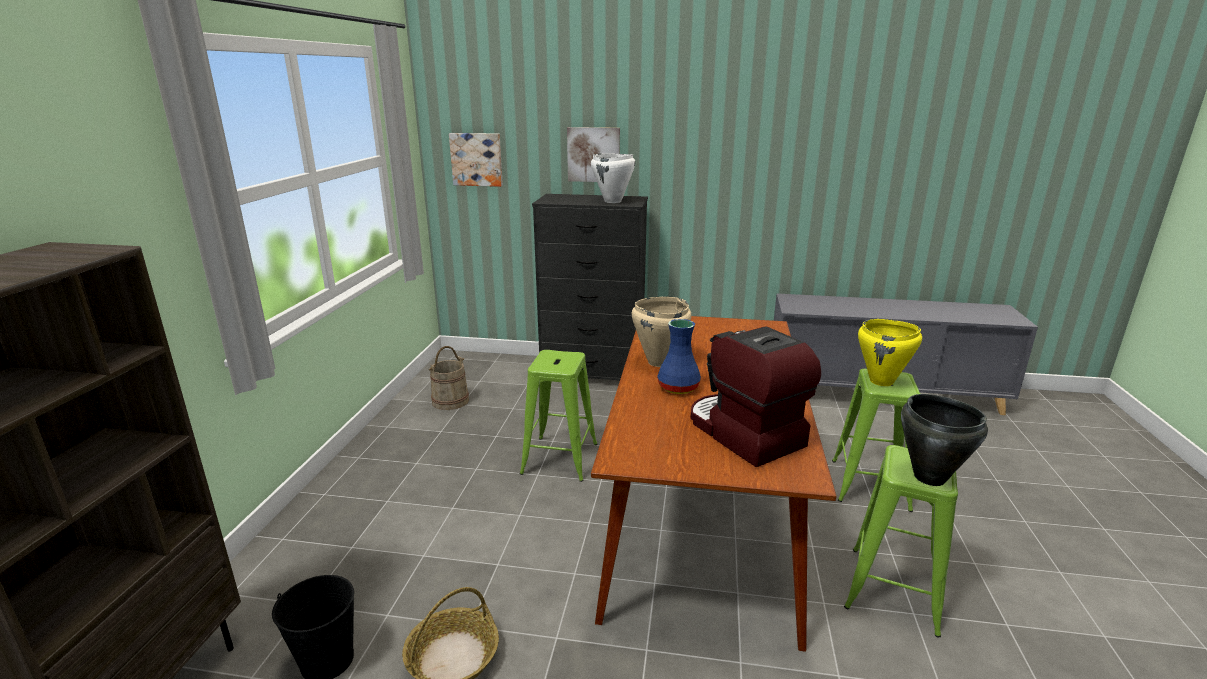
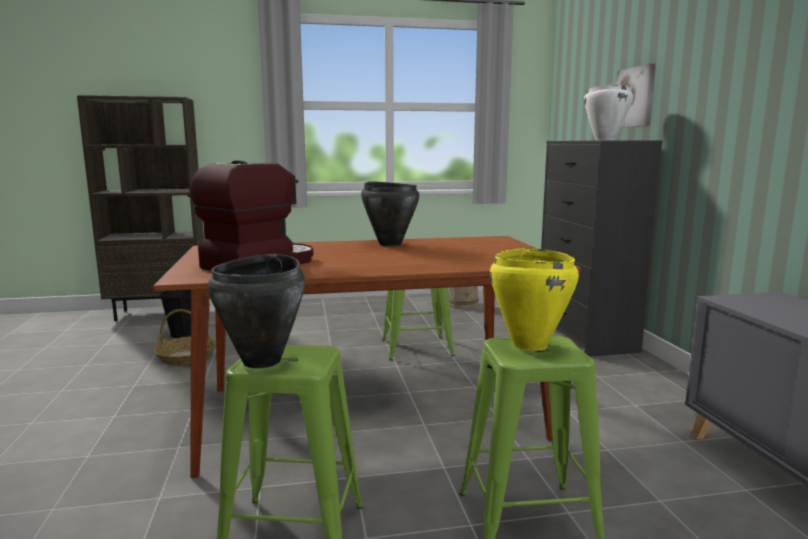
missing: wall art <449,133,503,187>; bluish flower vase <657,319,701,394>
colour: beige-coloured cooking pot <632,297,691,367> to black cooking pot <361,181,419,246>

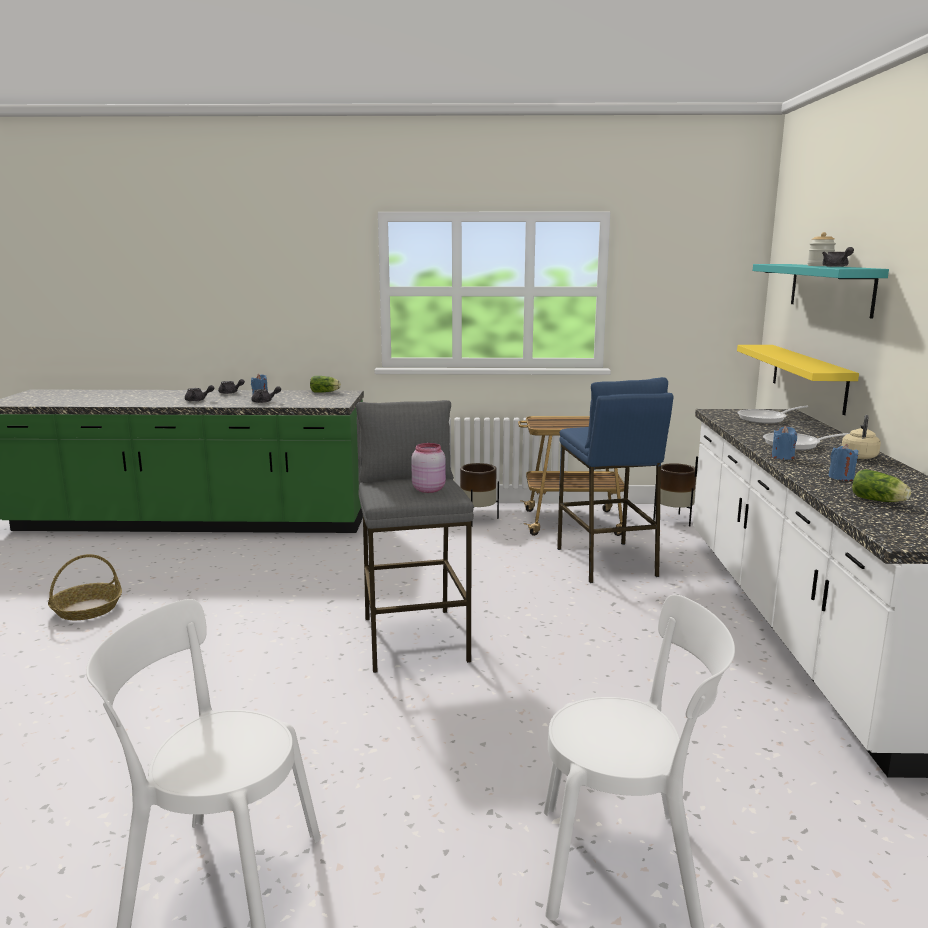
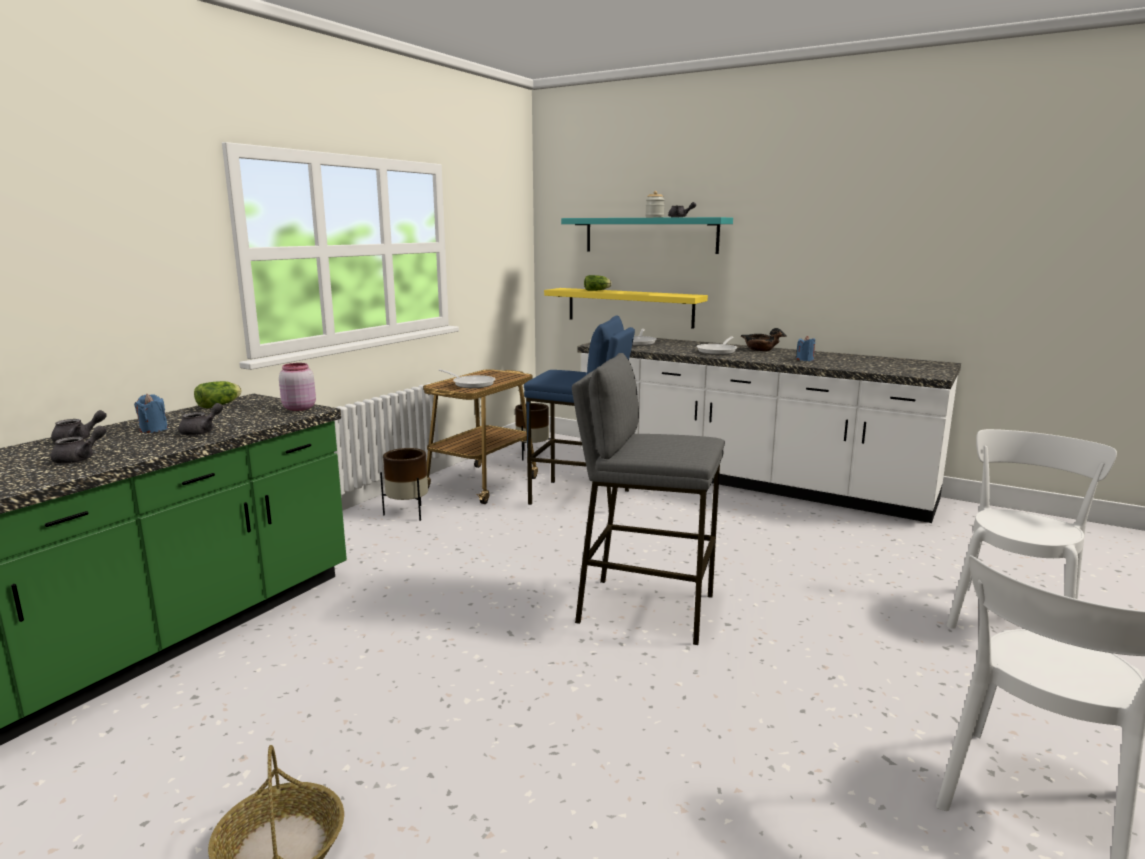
missing: bluish candle <772,426,797,460>
appeared: frying pan <438,369,495,388>
relocated: pinkish preserve jar <411,443,446,493> to <279,363,316,411>; lettuce <852,469,911,502> to <584,275,612,291>
exchanged: beige-coloured water kettle <842,415,881,459> to black serving bowl <741,328,787,351>

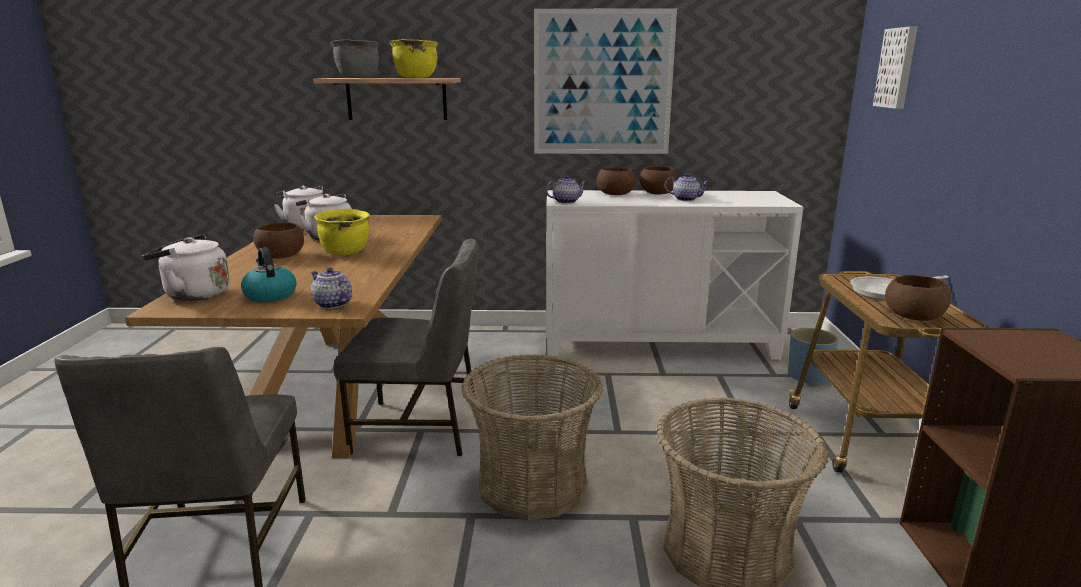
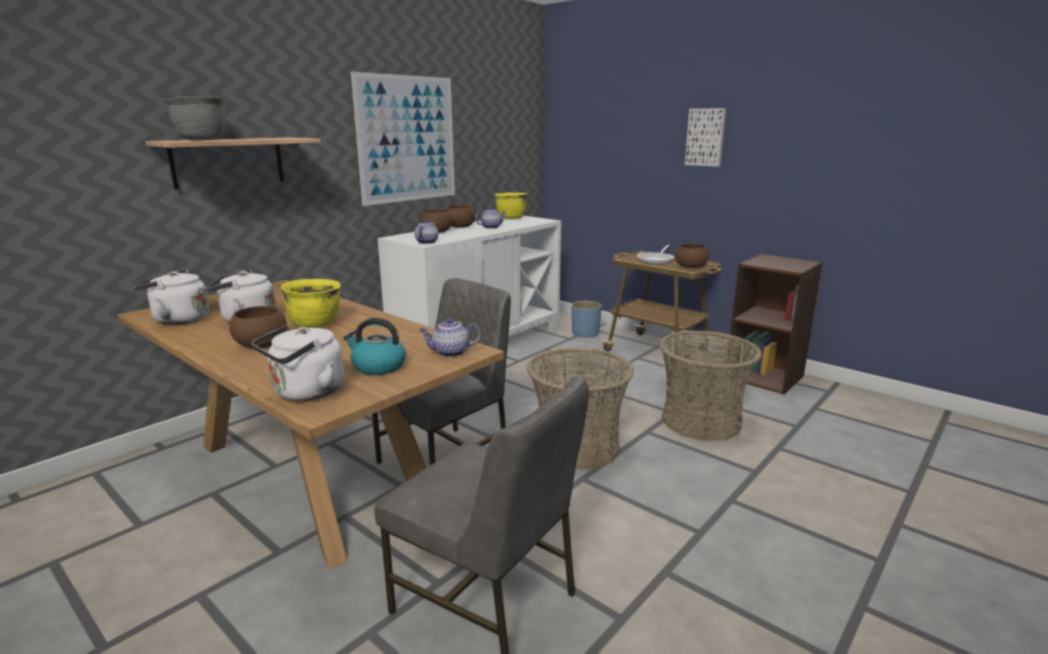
relocated: yellow cooking pot <390,39,438,78> to <495,193,527,219>; wall art <873,26,918,109> to <685,108,726,167>

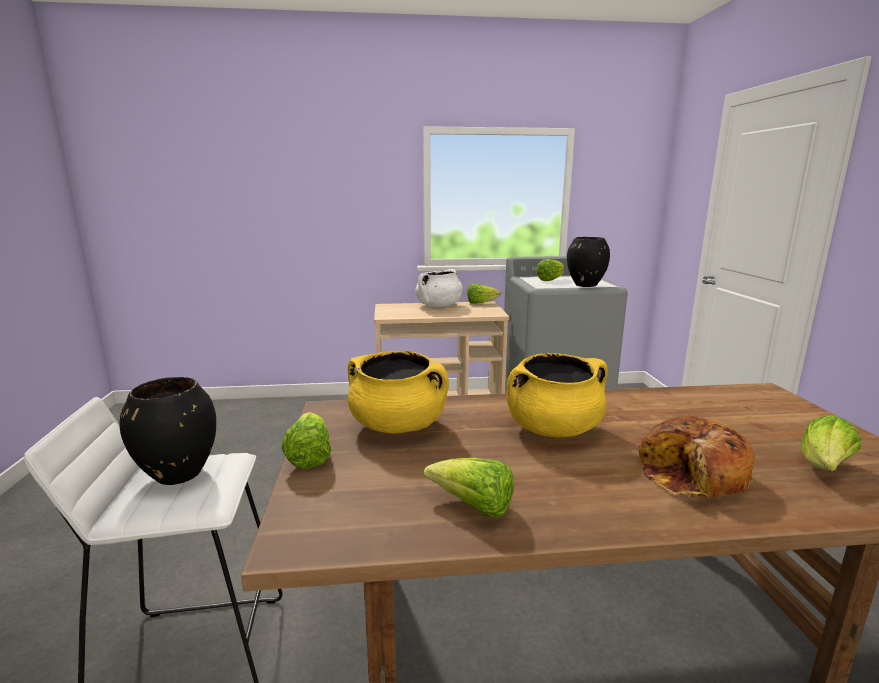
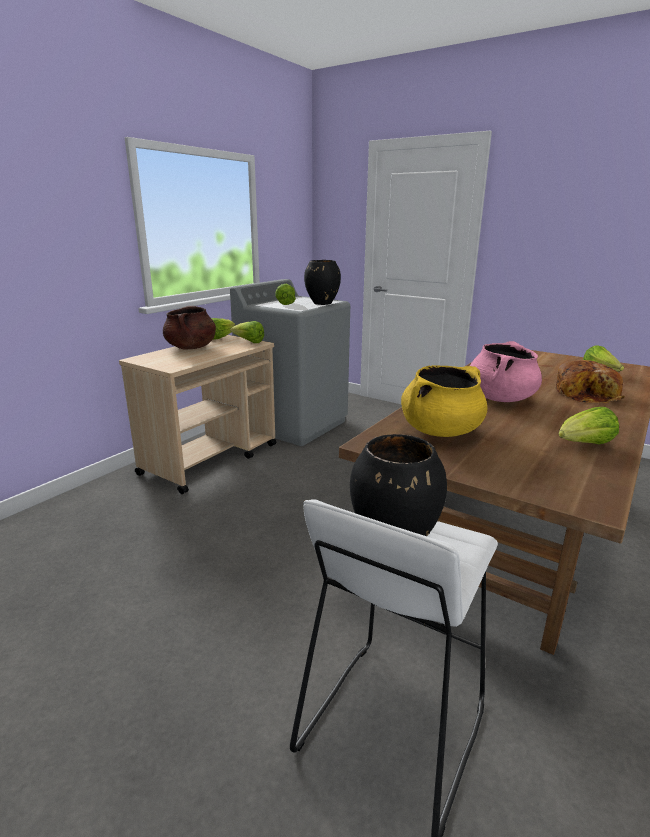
relocated: lettuce <282,412,331,469> to <230,321,264,343>
colour: white cooking pot <415,269,463,307> to brown cooking pot <163,306,216,349>; yellow cooking pot <506,353,608,437> to pinkish cooking pot <470,341,542,402>

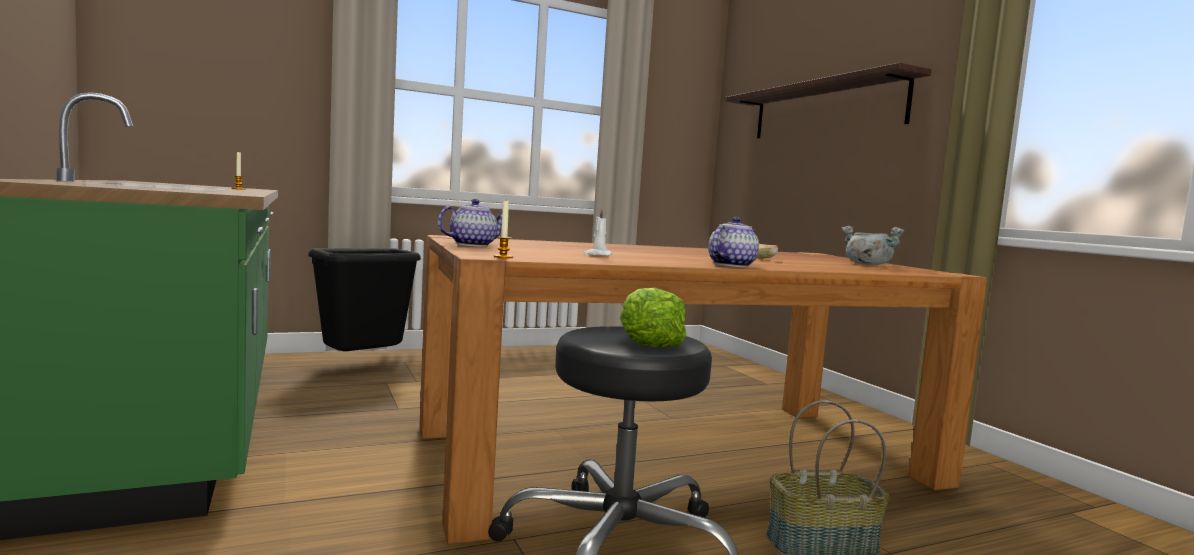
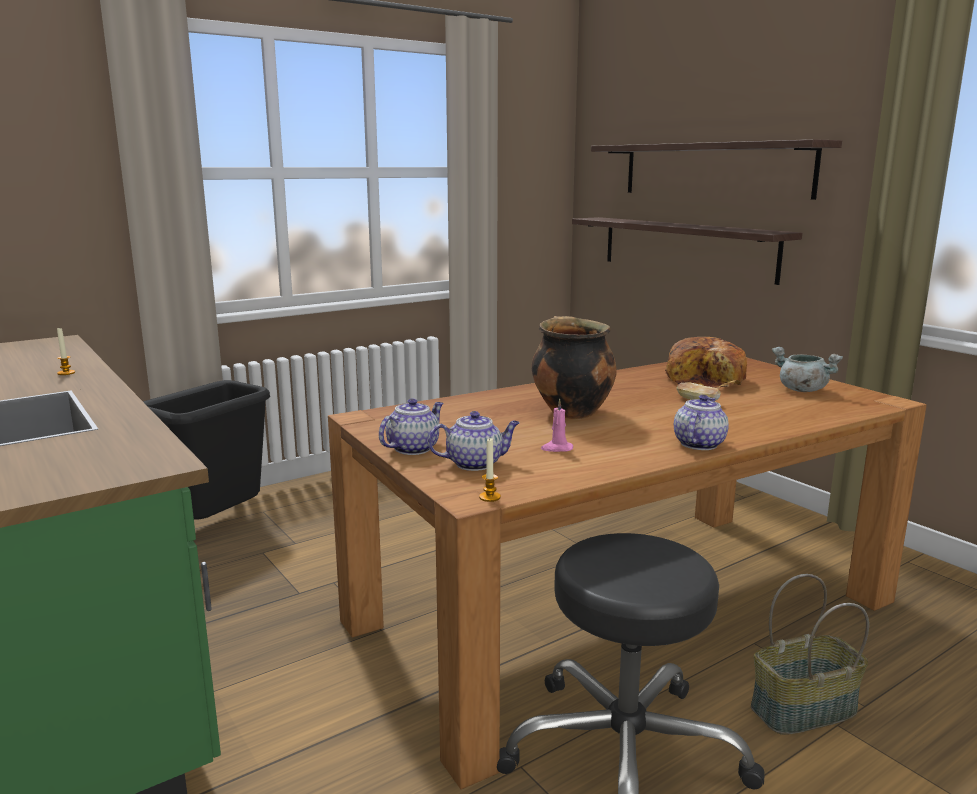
missing: lettuce <620,288,687,347>
appeared: tea pot <428,411,520,471>; cooking pot <532,316,617,419>; shelf <572,217,802,285>; bread <665,337,747,389>
colour: white candle <583,208,612,256> to pinkish candle <541,399,573,452>

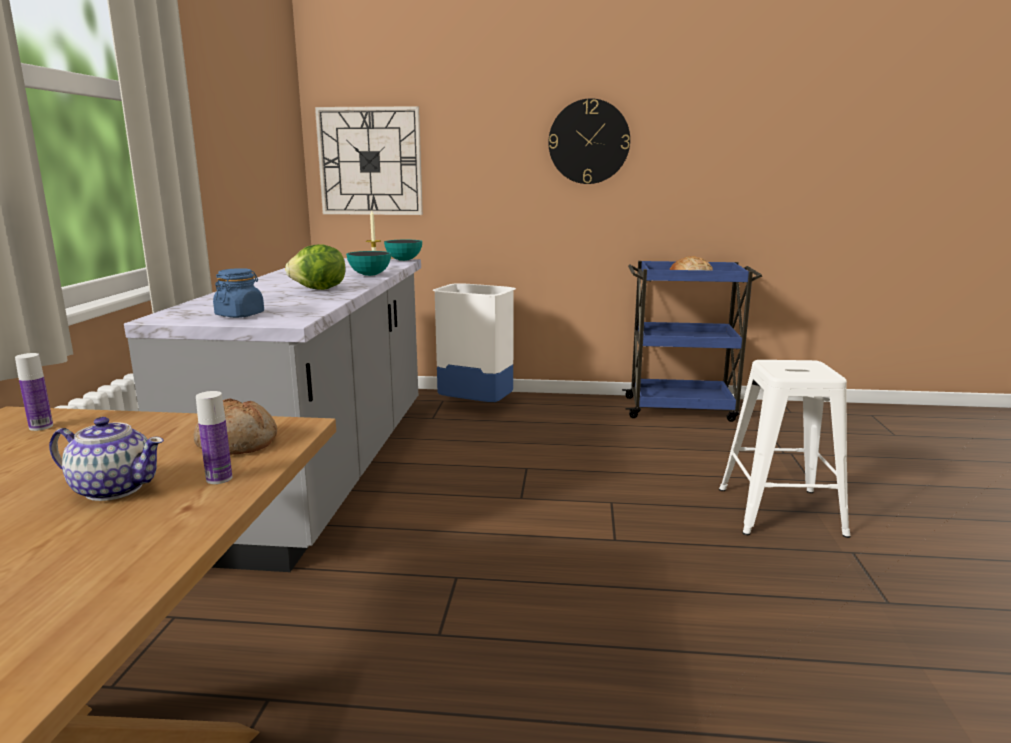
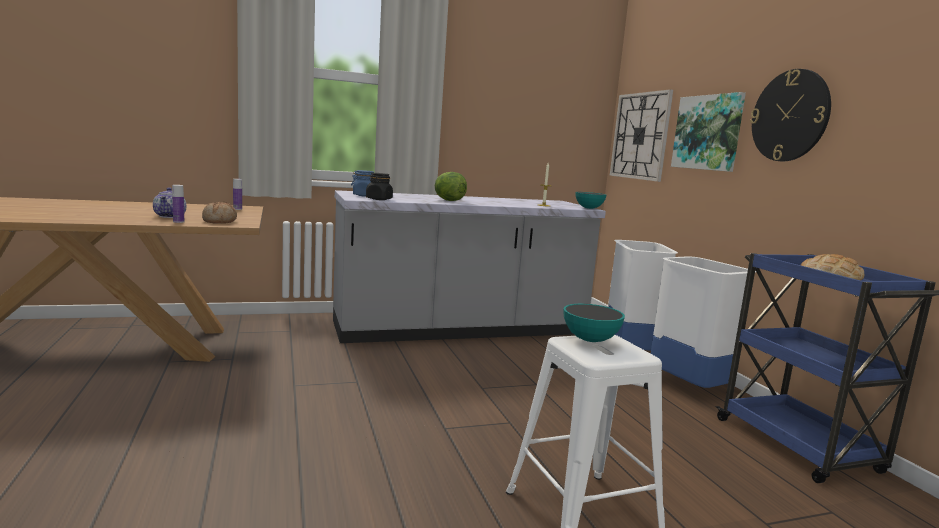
appeared: black preserve jar <366,173,393,200>; white waste bin <651,256,756,388>; wall art <671,92,746,172>
relocated: serving bowl <346,251,391,276> to <564,304,625,342>

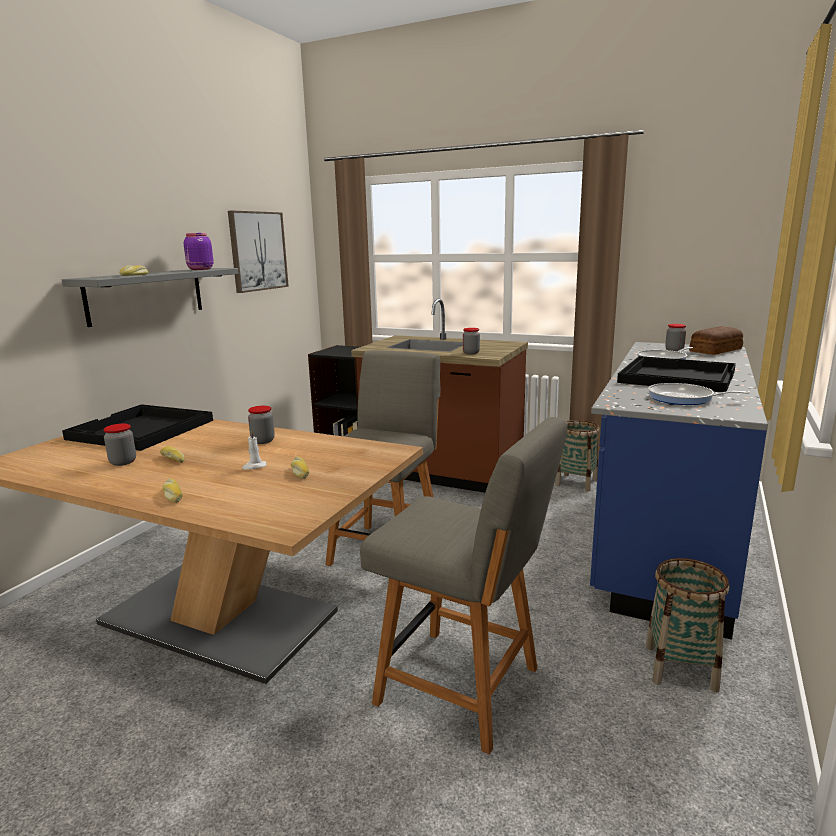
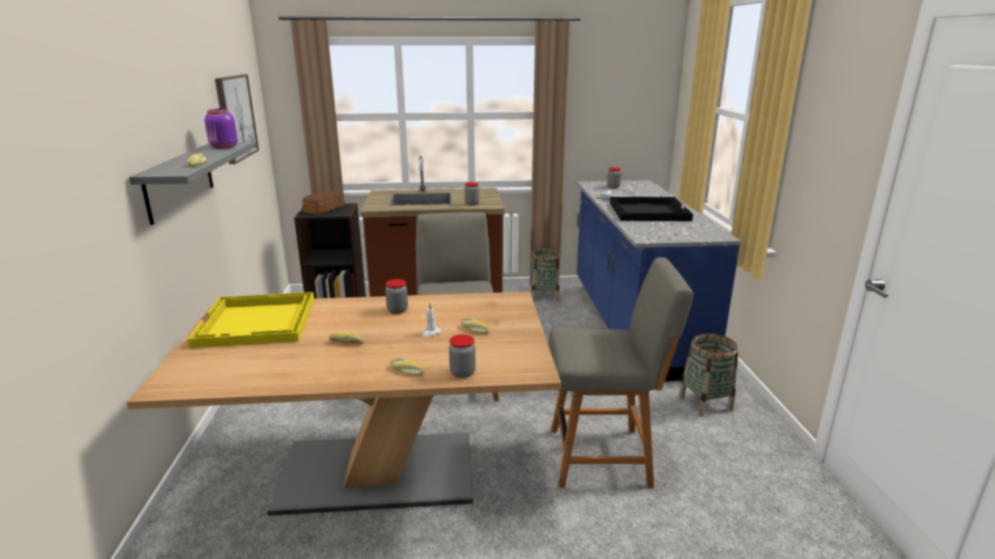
missing: frying pan <648,383,750,405>
relocated: preserve jar <103,424,136,466> to <449,334,476,378>; bread <689,326,743,355> to <302,190,344,215>
colour: black serving tray <62,404,213,451> to yellow serving tray <188,292,314,348>

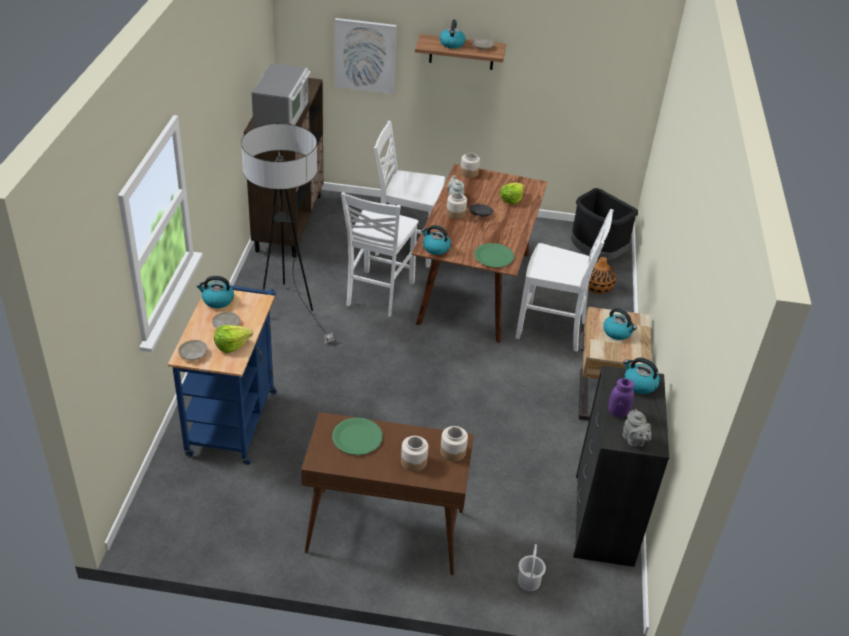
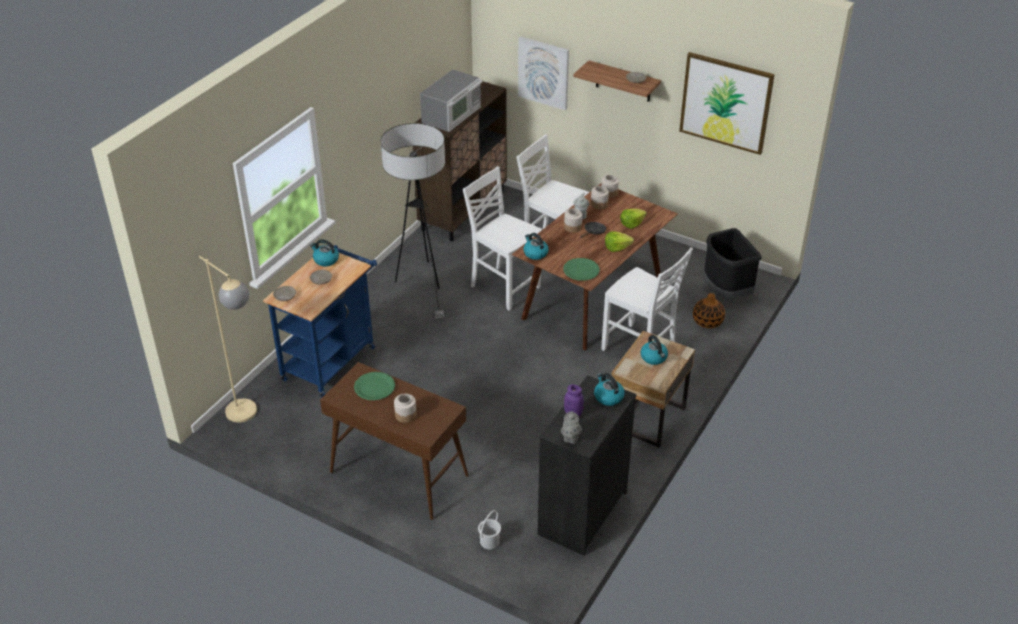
missing: water kettle <440,19,466,49>
appeared: beige-coloured floor lamp <199,256,257,423>; wall art <679,52,775,155>
relocated: lettuce <214,325,253,353> to <605,231,634,252>; preserve jar <440,426,468,462> to <591,186,609,209>
spun: white chair <341,192,418,317> = <463,166,542,311> 90 degrees clockwise

